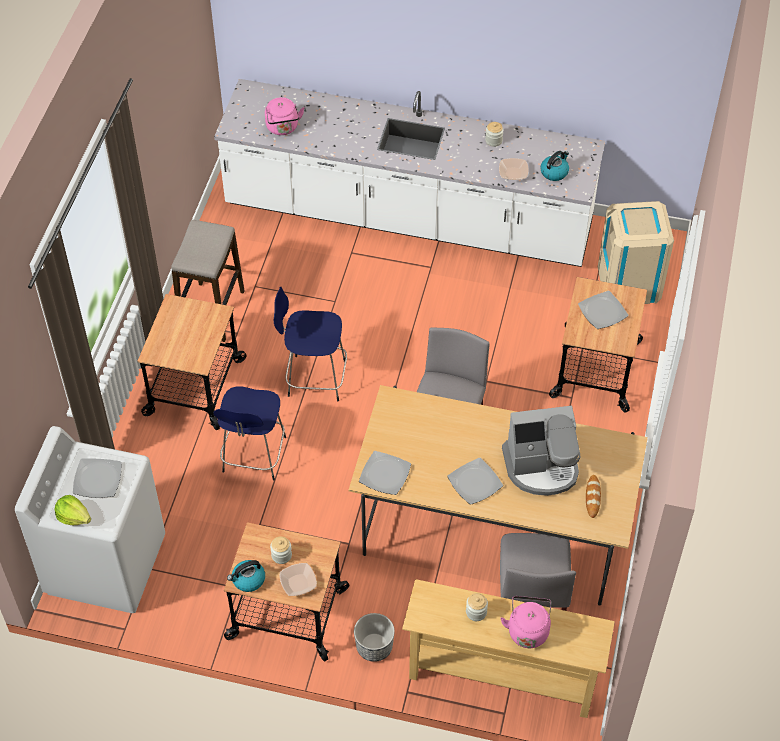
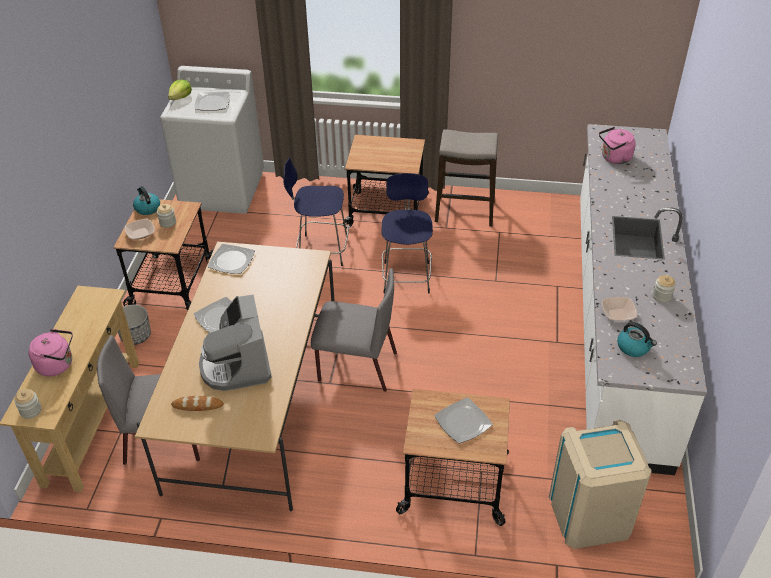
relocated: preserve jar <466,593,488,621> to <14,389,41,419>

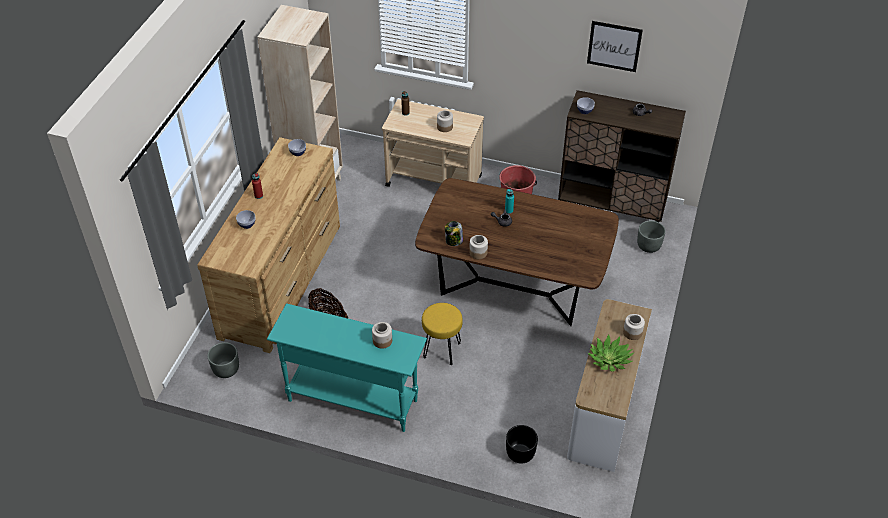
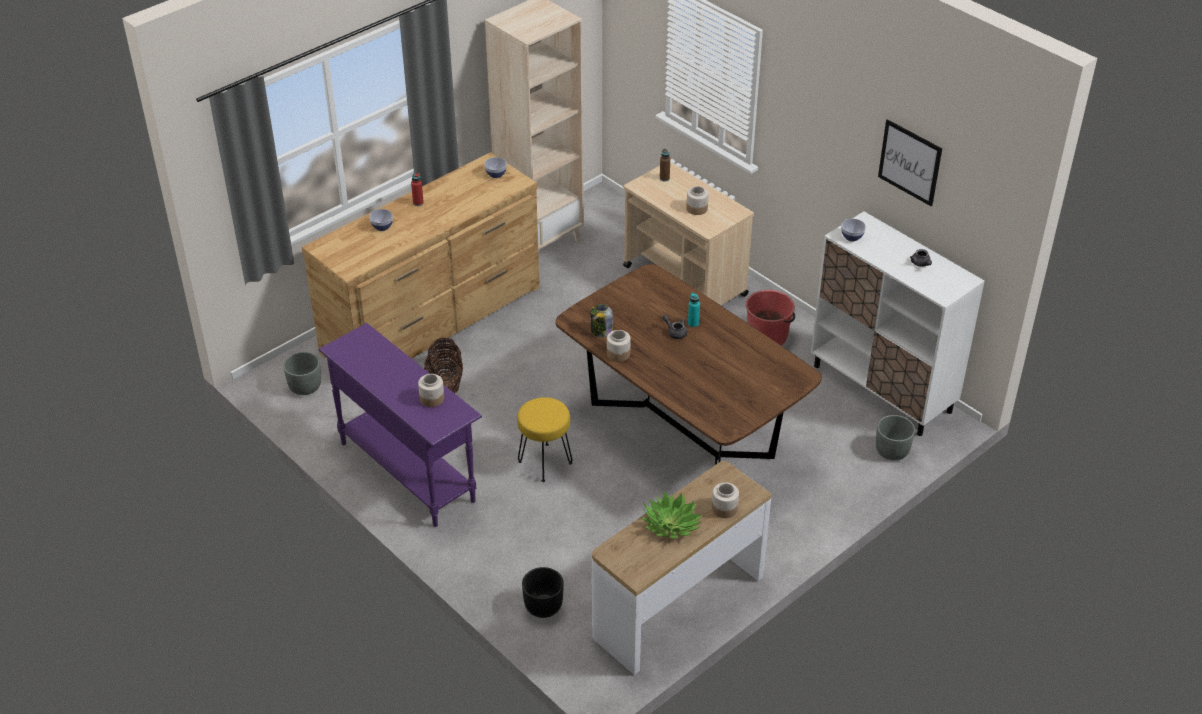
colour: blue-green console table <267,303,427,432> to purple-coloured console table <319,323,482,527>; brown cabinet <558,90,686,222> to white cabinet <811,211,985,436>

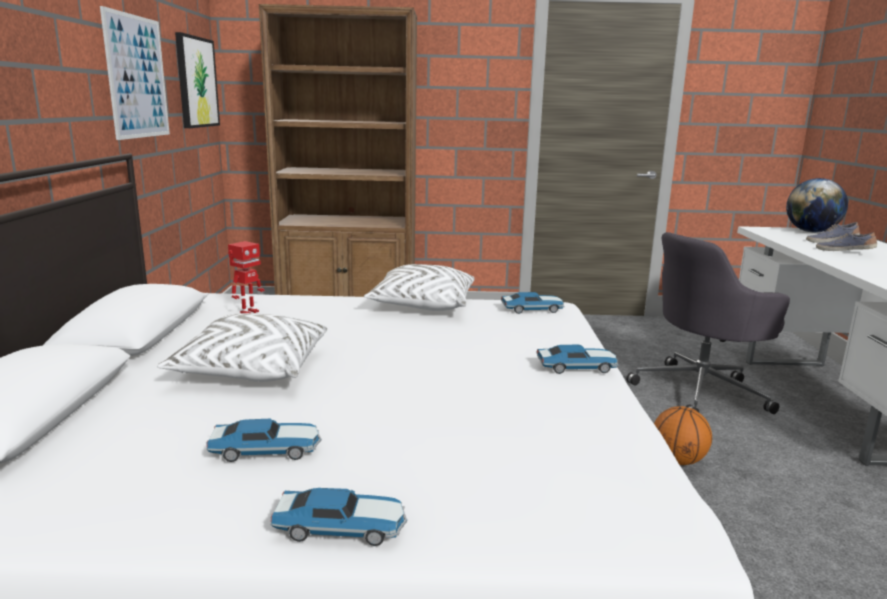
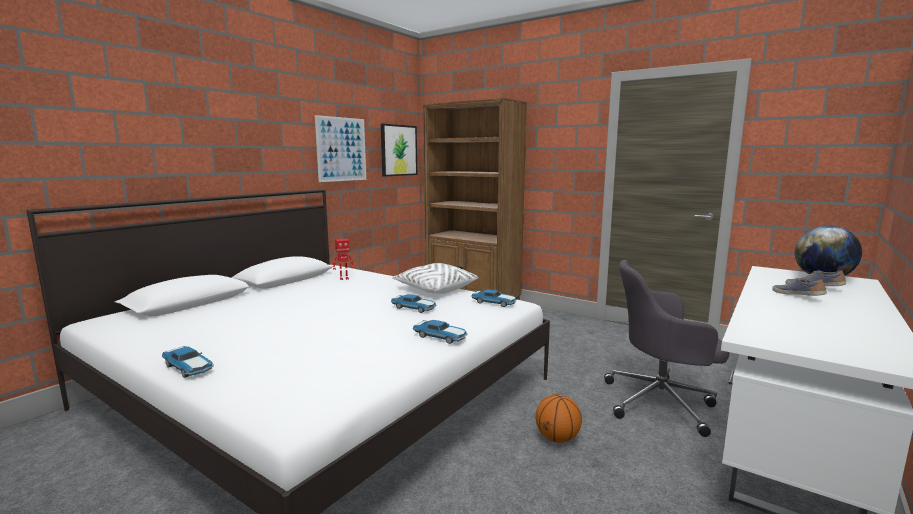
missing: white pillow <157,313,327,382>
relocated: model car <206,419,322,462> to <391,294,437,313>

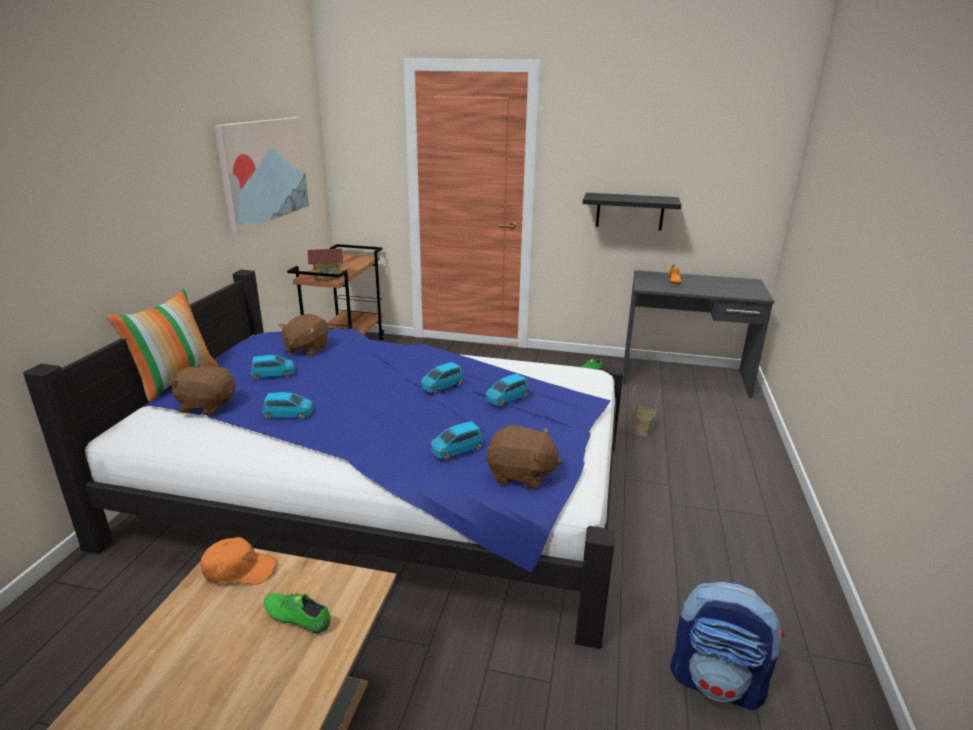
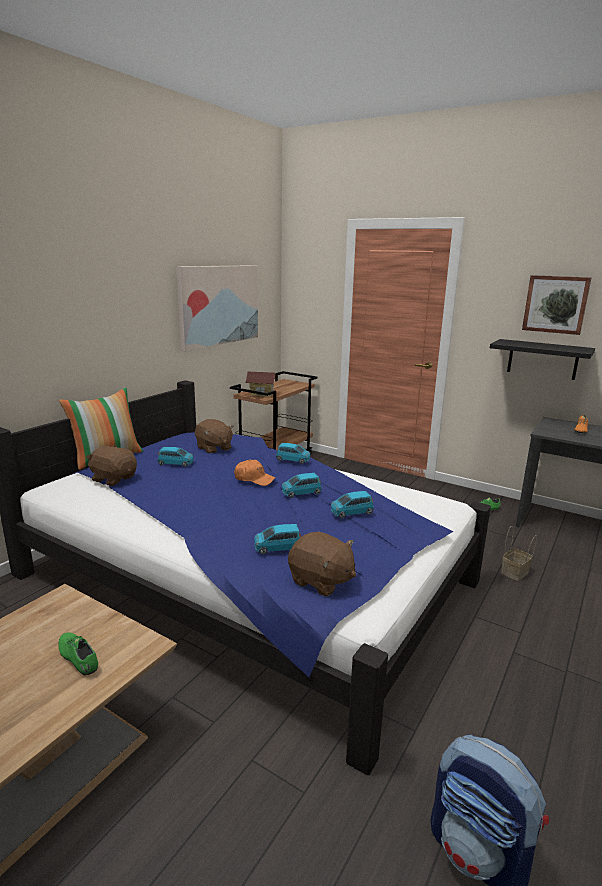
appeared: wall art <522,275,592,335>
relocated: orange-coloured baseball cap <201,537,276,585> to <234,460,275,486>; bluish model car <262,392,313,420> to <276,443,310,464>
spun: brown plush toy <279,314,329,356> = <195,419,234,453> 75 degrees counterclockwise

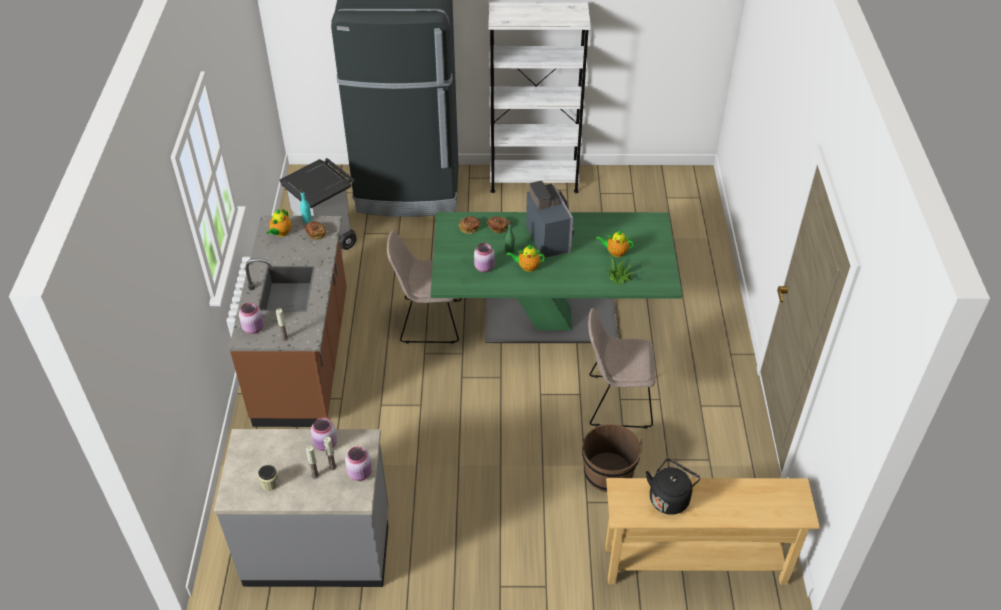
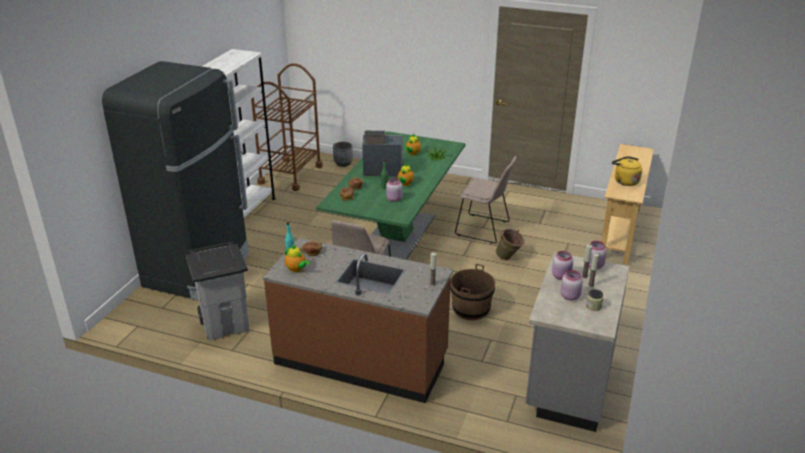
appeared: brown wheeled cart <251,63,323,191>; gray planter <333,142,353,167>; green-coloured water bucket <495,229,525,260>
relocated: pinkish preserve jar <239,303,264,334> to <560,270,583,300>; brown water bucket <582,424,643,492> to <450,264,495,320>
colour: black water kettle <646,459,700,515> to yellow water kettle <612,156,642,186>
spun: beige-coloured chair <588,308,656,429> = <455,156,517,244> 90 degrees counterclockwise

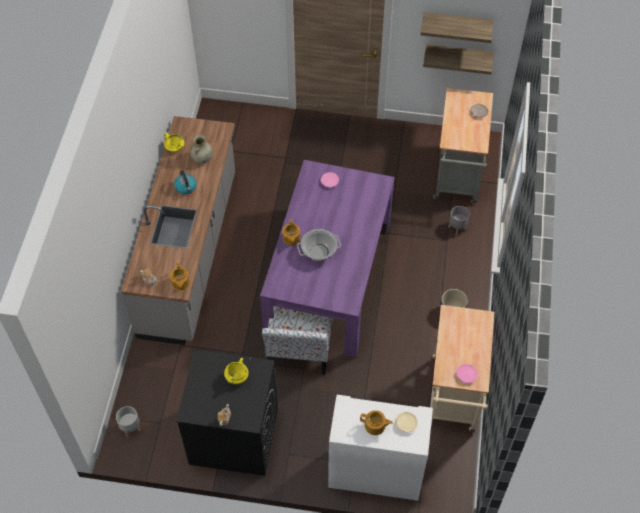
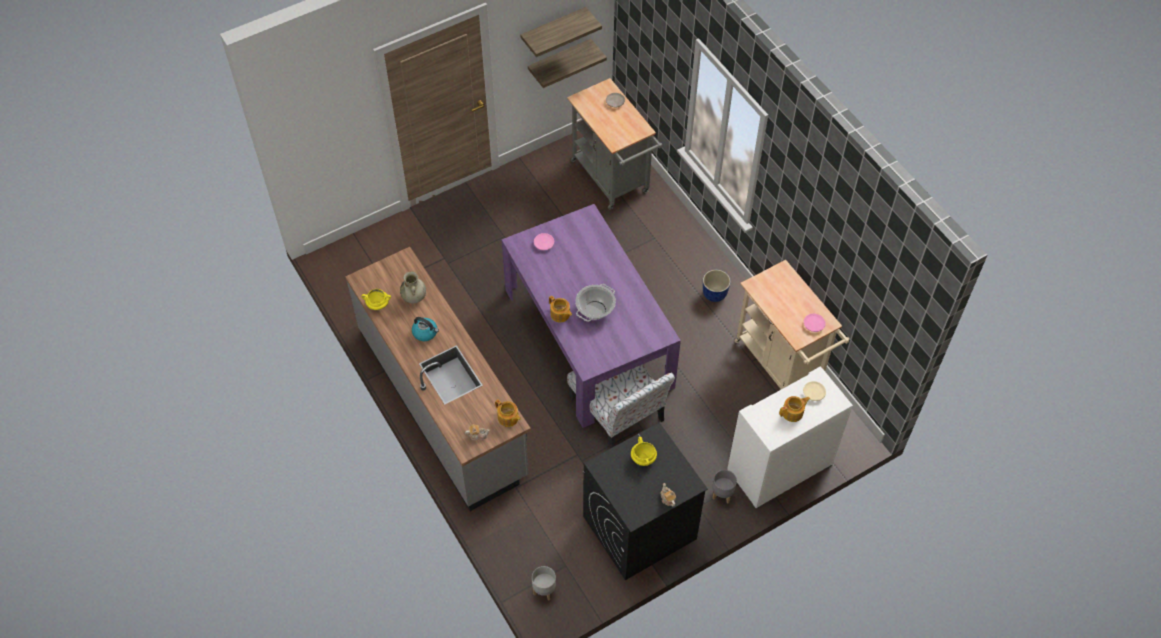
relocated: gray planter <448,206,470,236> to <712,470,737,503>

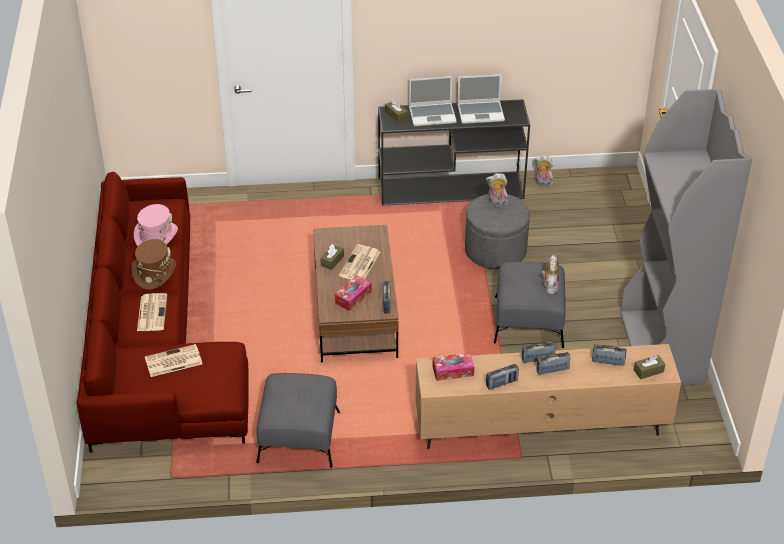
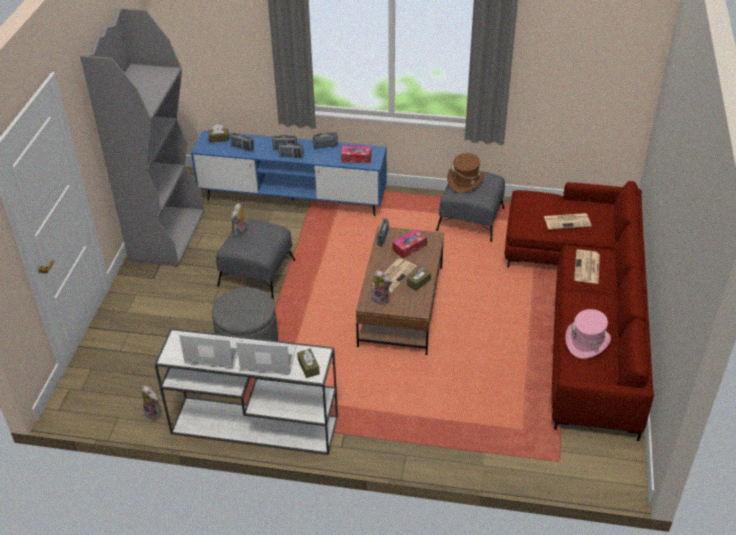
relocated: brown wearable hat <131,239,176,290> to <447,153,484,193>; plush toy <486,173,508,207> to <371,270,392,305>
colour: black console table <378,99,530,206> to white console table <154,328,338,455>; brown tv stand <416,344,681,449> to bluish tv stand <191,130,386,216>

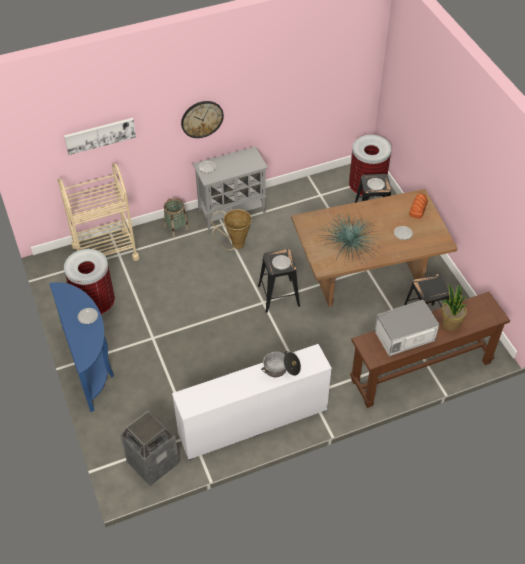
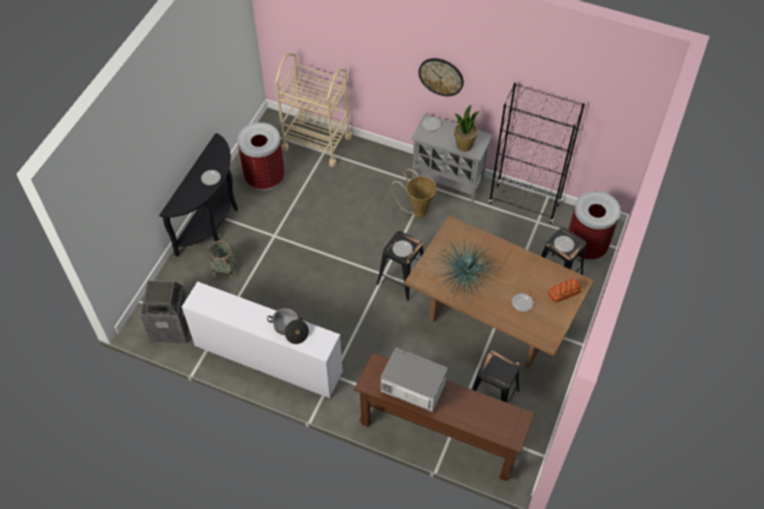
missing: wall art <64,118,136,155>
appeared: black bookshelf <488,83,585,224>
relocated: basket <164,198,189,237> to <209,240,238,280>; houseplant <441,284,467,331> to <454,105,480,152>
colour: bluish console table <49,282,114,412> to black console table <159,133,238,256>

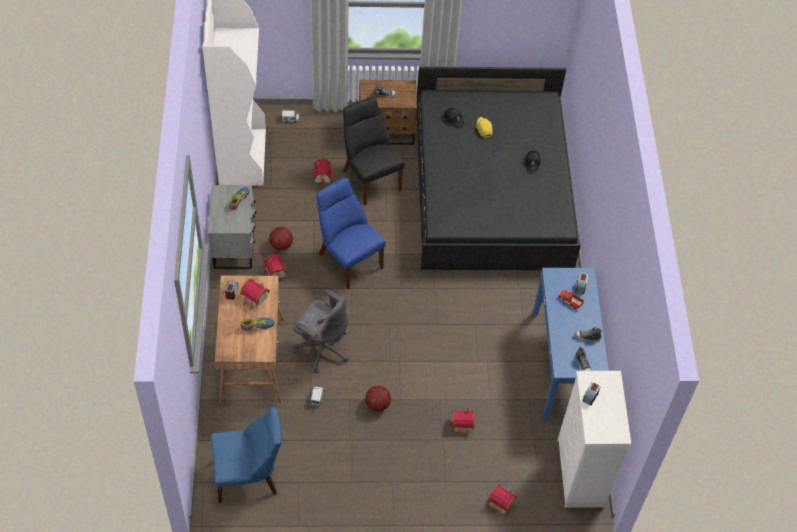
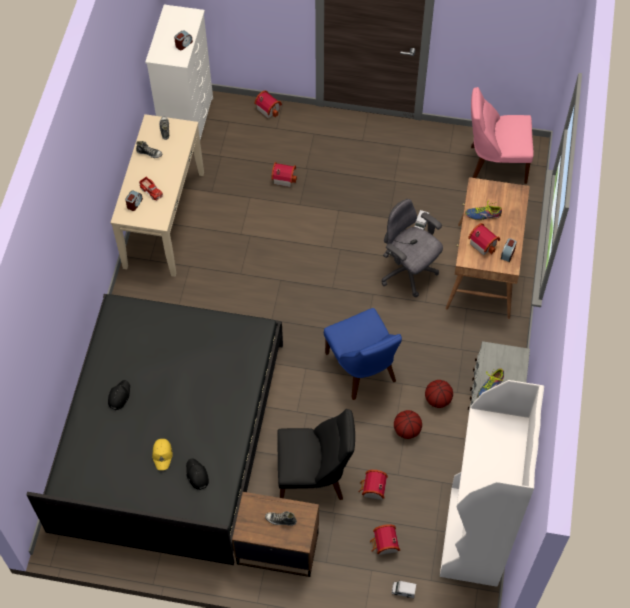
relocated: model house <264,254,289,281> to <370,524,400,555>; basketball ball <365,386,391,411> to <394,410,422,439>
colour: bluish chair <211,406,282,503> to pinkish chair <471,87,534,184>; bluish console table <533,268,609,418> to beige-coloured console table <110,114,204,277>
spun: black chair <343,97,405,205> = <277,409,355,500> 75 degrees counterclockwise

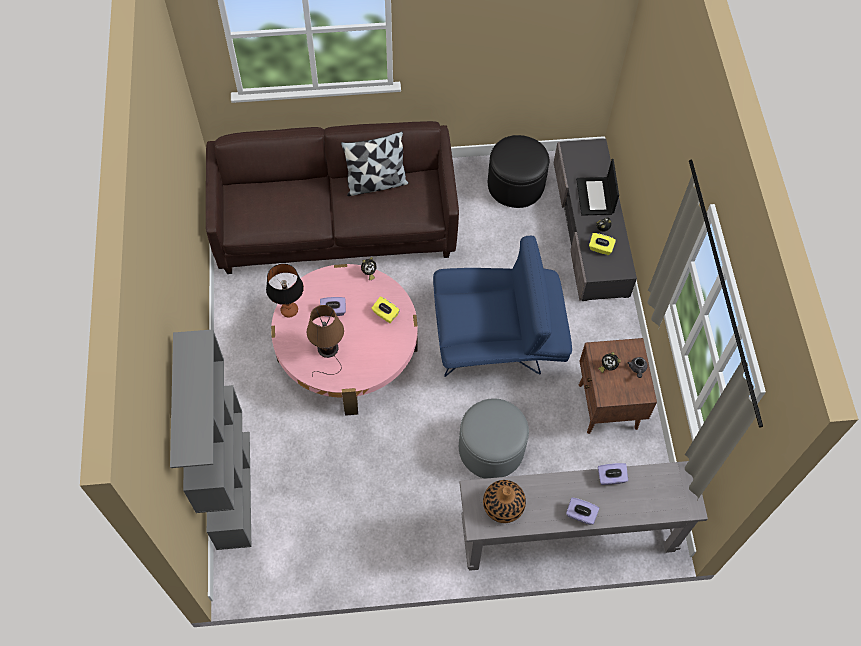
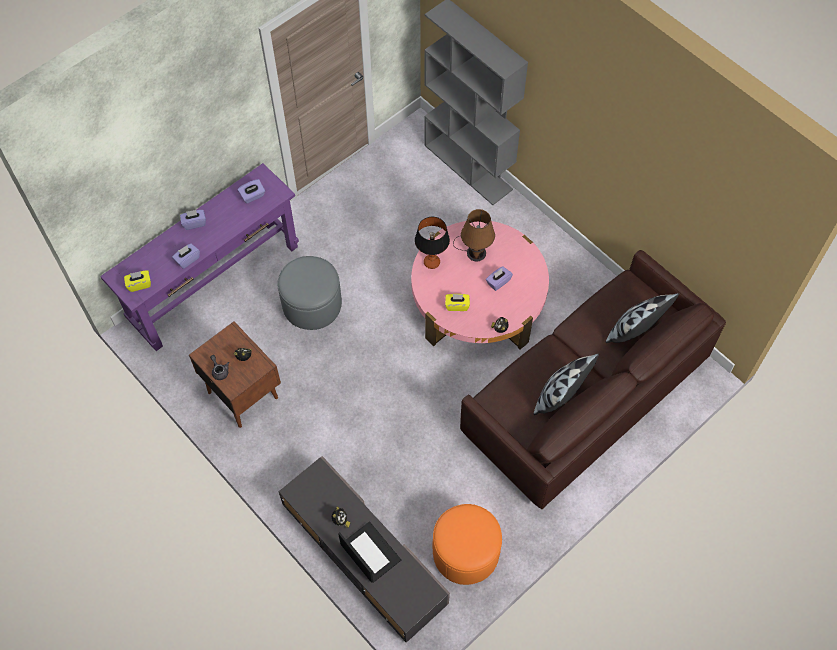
missing: bluish armchair <433,236,572,377>
appeared: pillow <605,293,679,343>
relocated: table lamp <266,264,304,317> to <415,217,450,269>; yellow tissue box <589,233,616,255> to <124,270,151,292>
exchanged: flower vase <483,480,526,523> to purple-coloured tissue box <238,179,265,203>
colour: gray console table <460,461,708,571> to purple-coloured console table <100,163,299,351>; black ottoman <488,135,549,208> to orange-coloured ottoman <433,504,502,585>

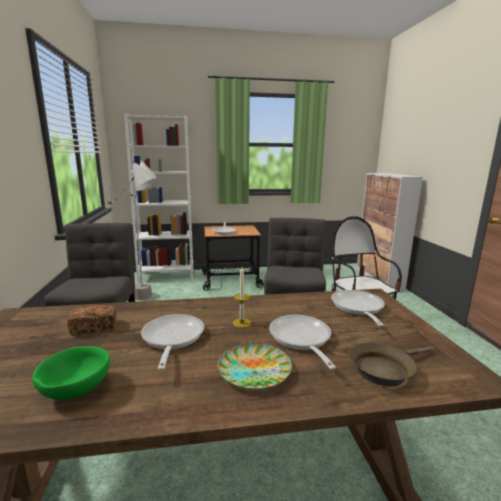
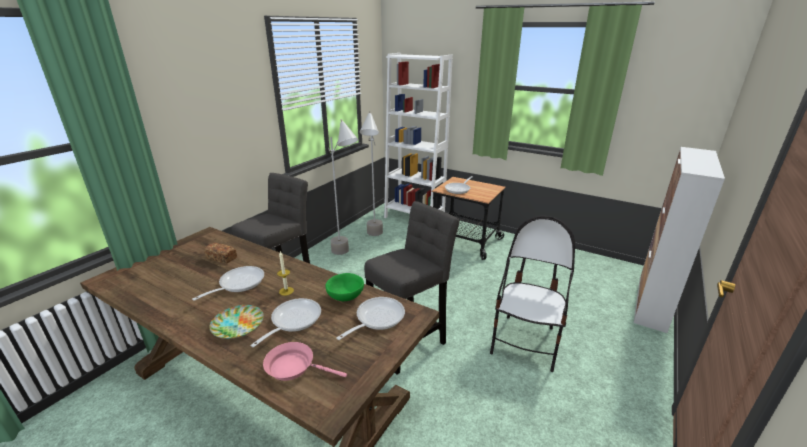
relocated: green-coloured serving bowl <32,346,110,400> to <325,273,364,301>
colour: brown frying pan <349,343,434,386> to pinkish frying pan <263,342,347,381>

